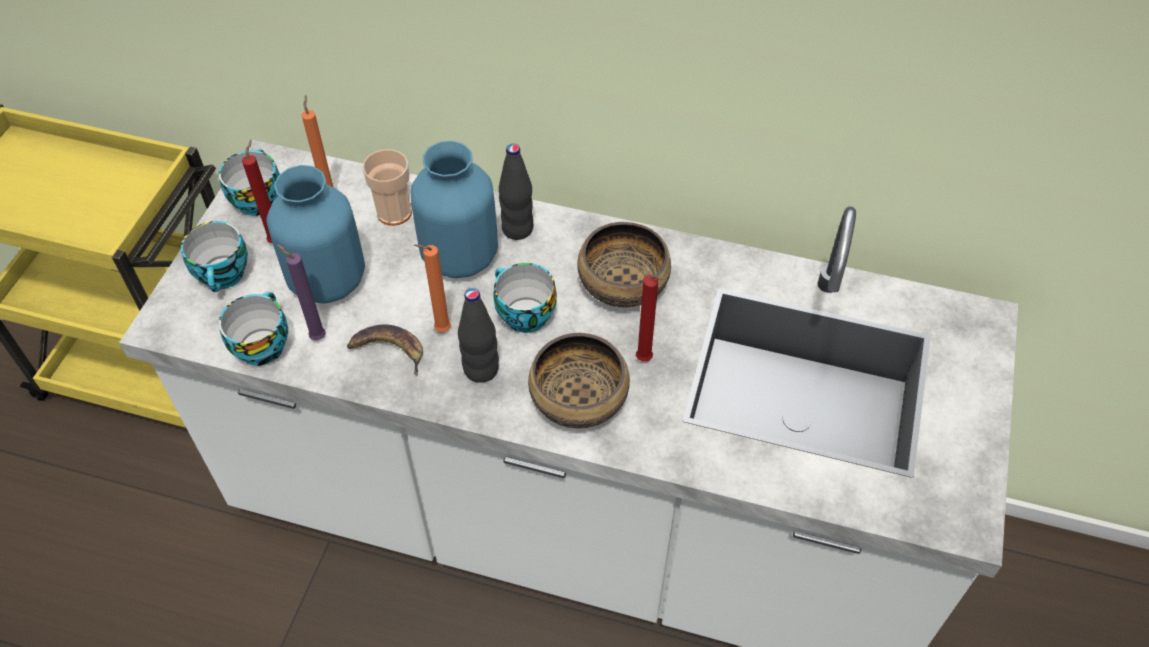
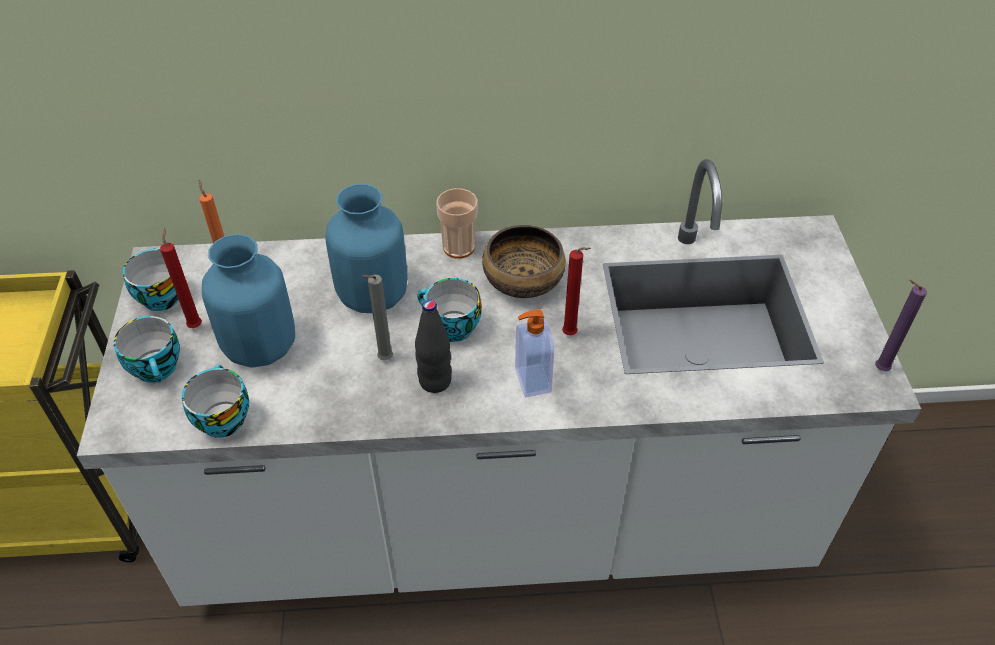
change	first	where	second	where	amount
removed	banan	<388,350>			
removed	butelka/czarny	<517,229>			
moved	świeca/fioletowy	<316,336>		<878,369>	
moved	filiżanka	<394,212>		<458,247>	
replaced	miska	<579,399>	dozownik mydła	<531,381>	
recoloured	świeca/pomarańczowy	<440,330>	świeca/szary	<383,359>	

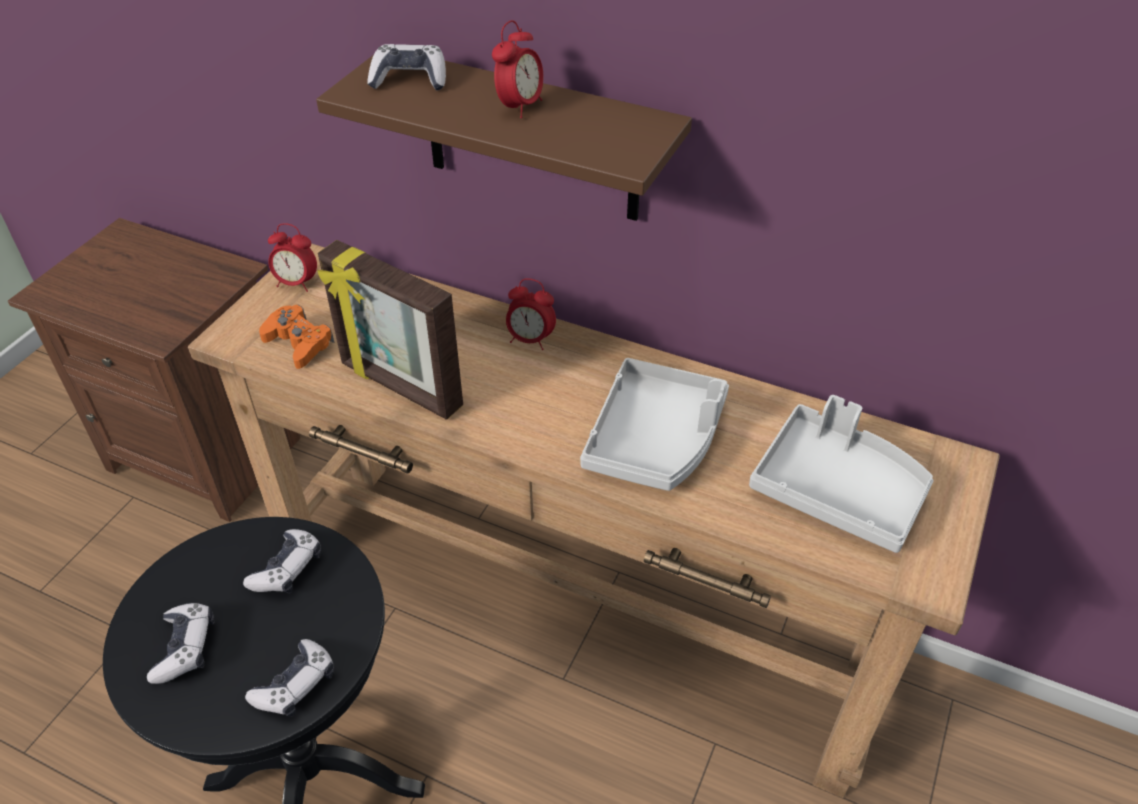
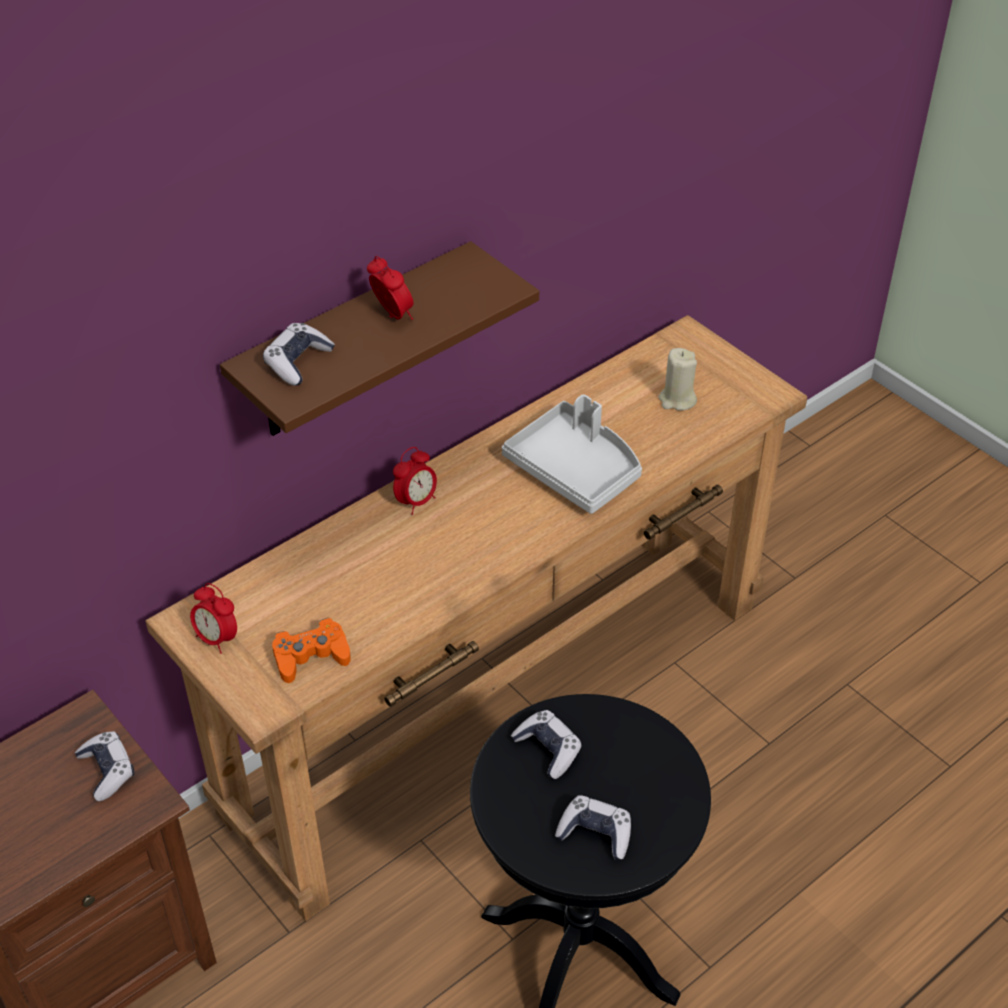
change	first	where	second	where	amount
removed	ramka na zdjęcie	<399,387>			
moved	pad do gier	<295,685>		<107,770>	
replaced	taca/szary	<838,490>	świeca/beżowy	<677,400>	
turned	budzik	<297,283>		<217,639>	90 degrees clockwise

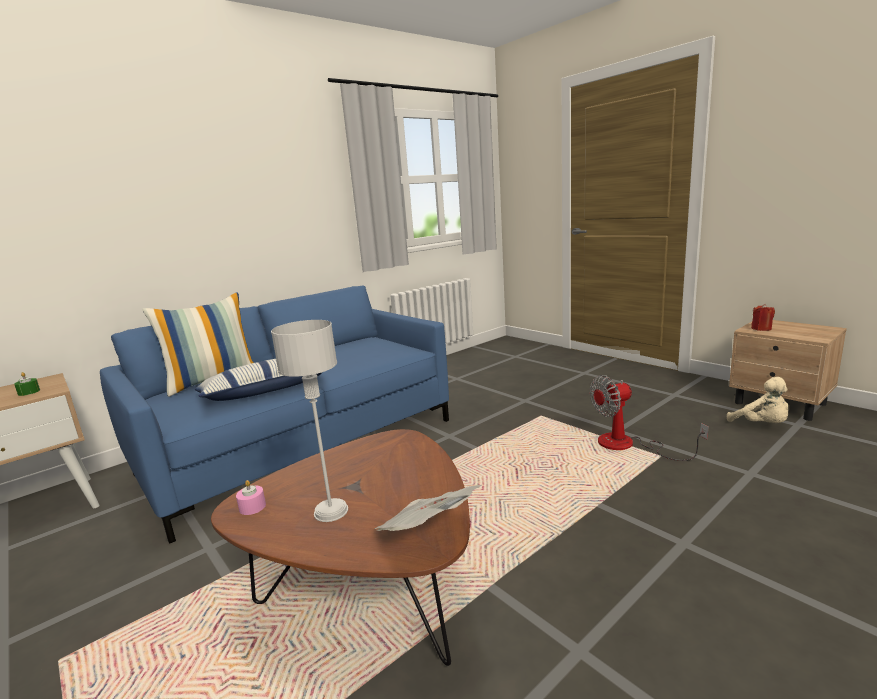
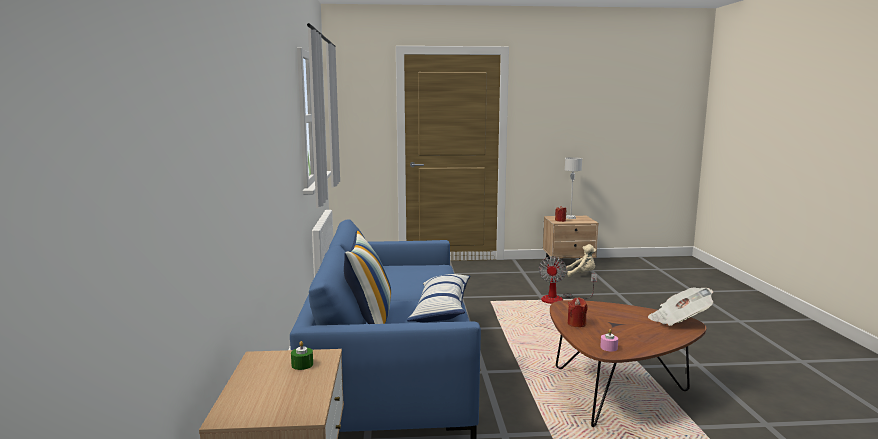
change	first	where	second	where	amount
added			świeca/czerwony	<576,324>	
moved	lampa stołowa/szary	<330,511>		<570,217>	

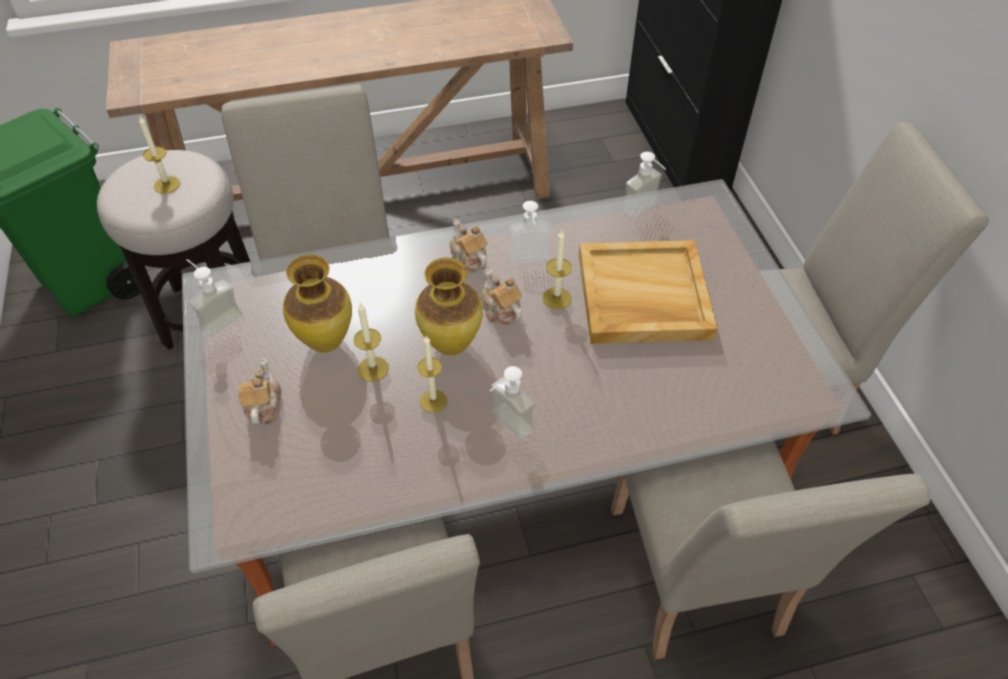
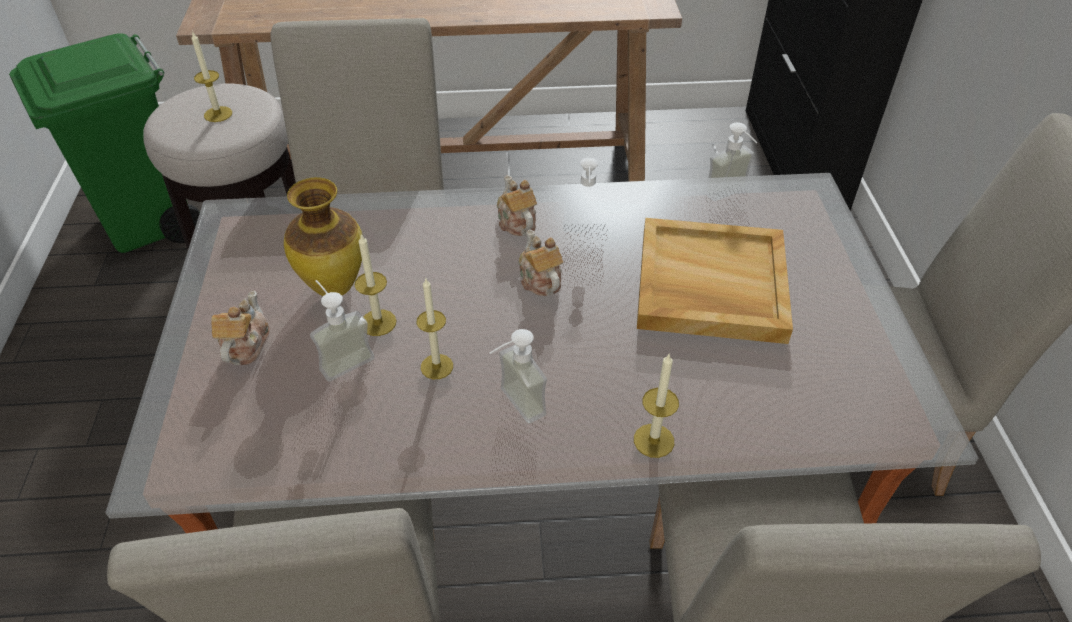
change	first	where	second	where	amount
removed	wazon	<451,346>			
moved	dozownik mydła	<216,318>		<342,357>	
moved	świeca	<556,298>		<653,440>	

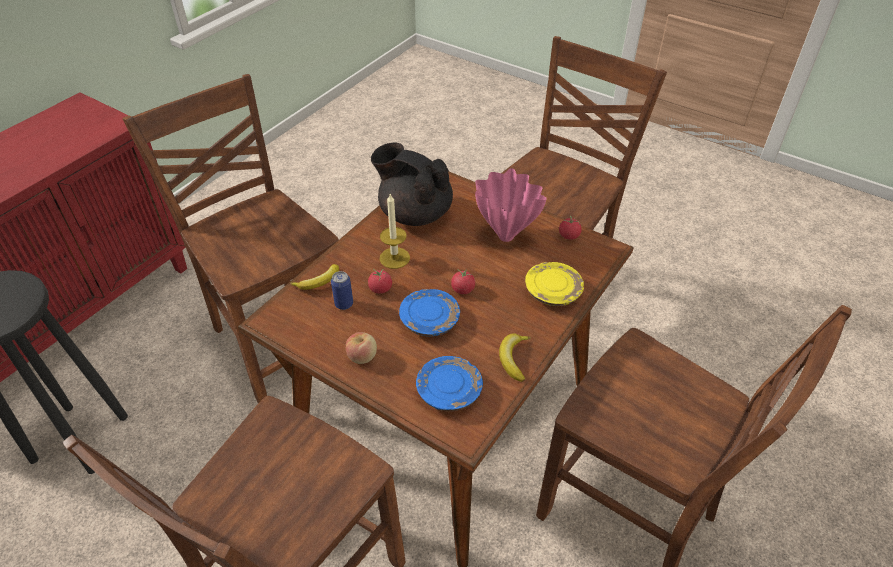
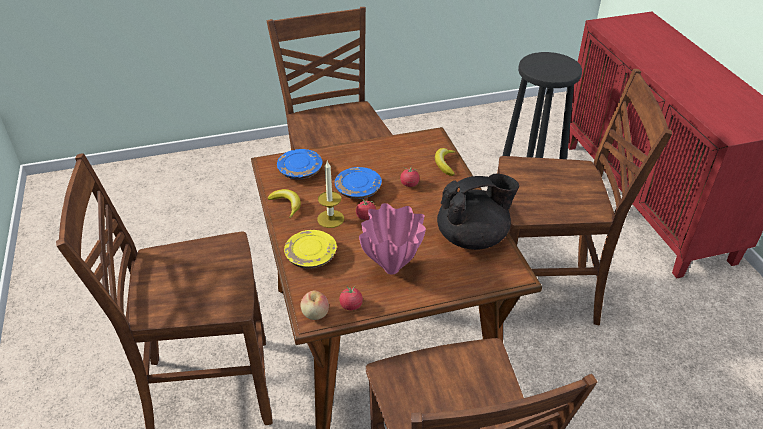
change	first	where	second	where	amount
removed	puszka	<344,304>			
moved	jabłko	<362,356>		<315,314>	
moved	świeca	<394,258>		<330,219>	

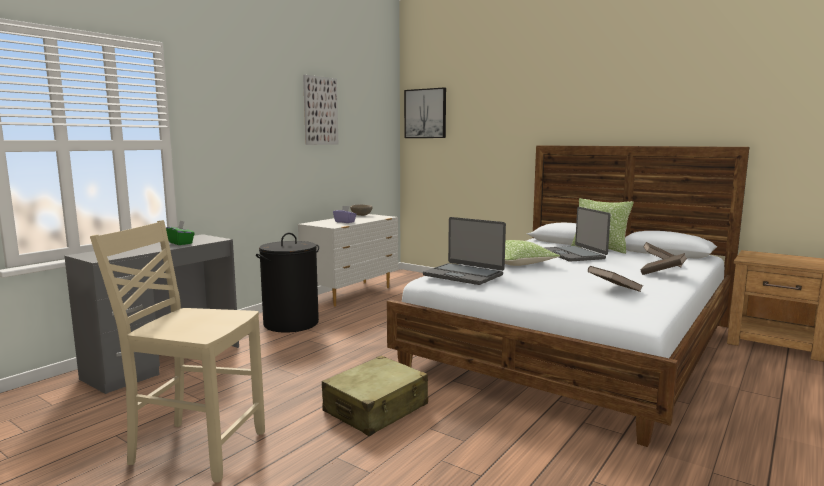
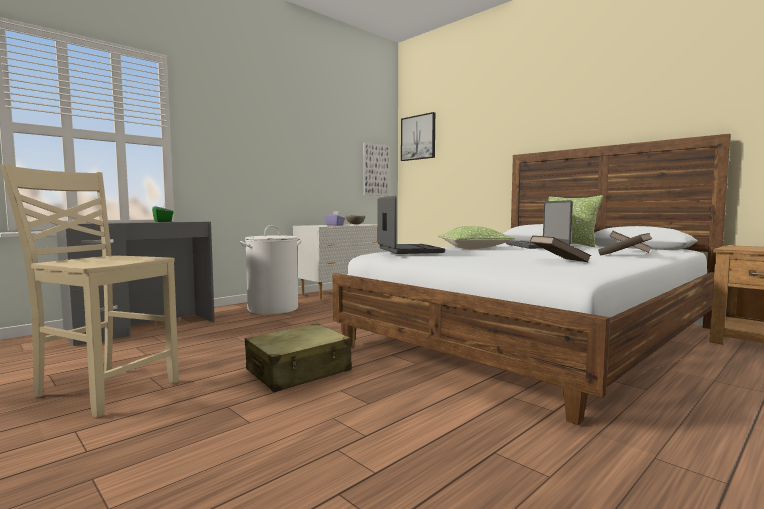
change	first	where	second	where	amount
moved	obraz	<320,111>		<375,170>	
recoloured	kosz na pranie/czarny	<291,323>	kosz na pranie/biały	<273,309>	
turned	laptop	<464,275>		<408,250>	150 degrees counterclockwise

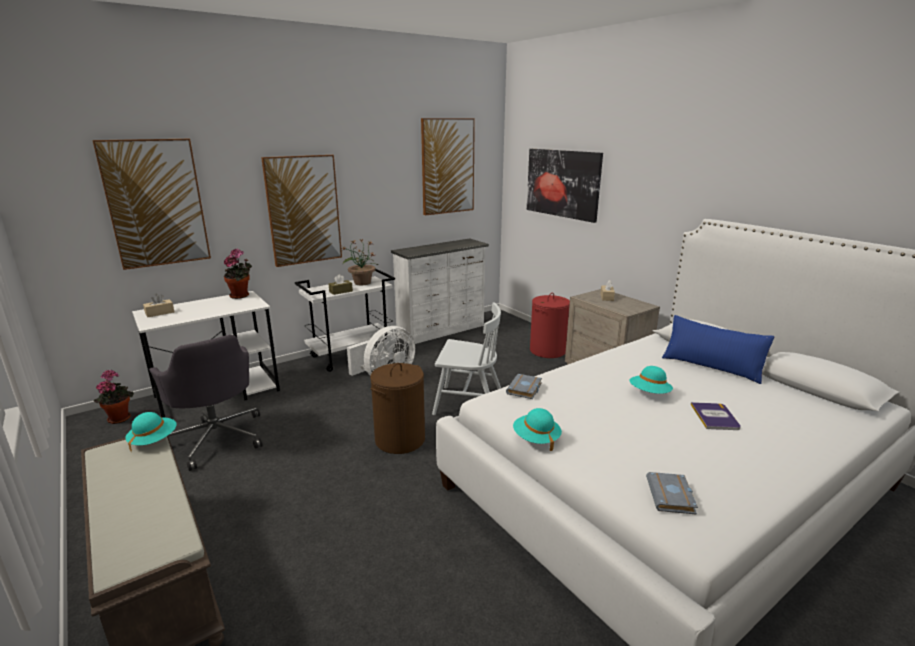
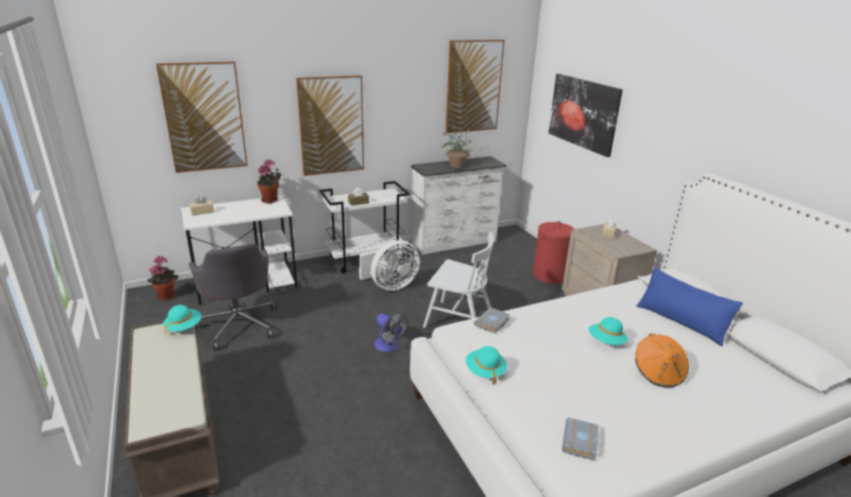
change	first	where	second	where	amount
moved	roślina doniczkowa	<362,283>		<456,165>	
replaced	kosz na pranie/brązowy	<400,439>	wentylator	<389,346>	
replaced	książka	<715,417>	kapelusz/pomarańczowy	<658,373>	

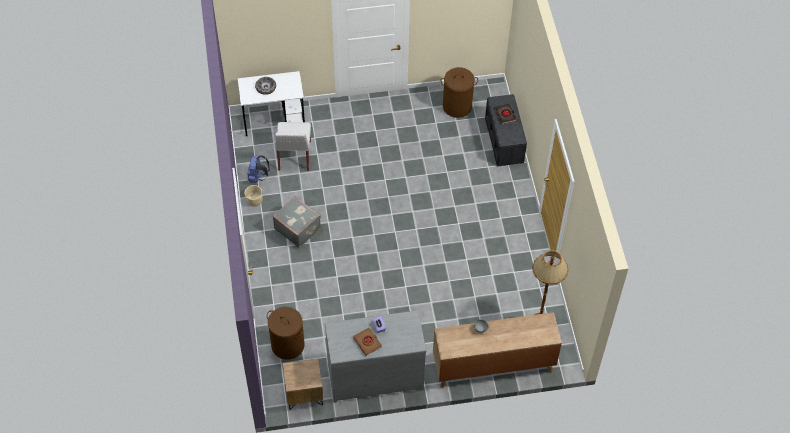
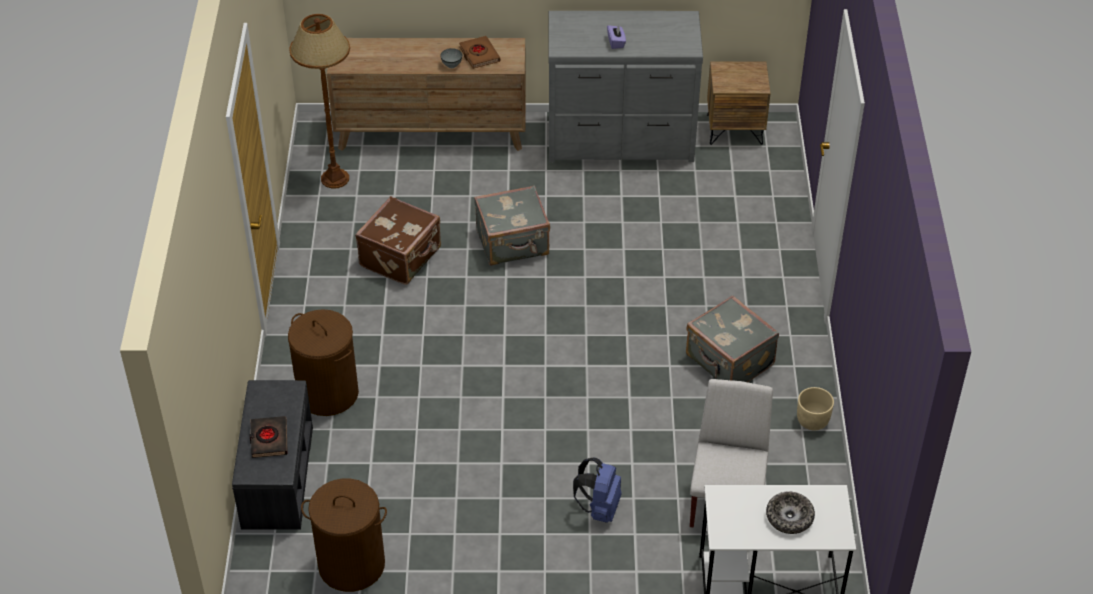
change	first	where	second	where	amount
added			walizka/brązowy	<402,257>	
added			walizka/szary	<513,243>	
moved	plecak/niebieski	<257,177>		<599,508>	
moved	kosz na pranie/brązowy	<287,345>		<328,393>	
moved	książka/brązowy	<367,342>		<479,55>	

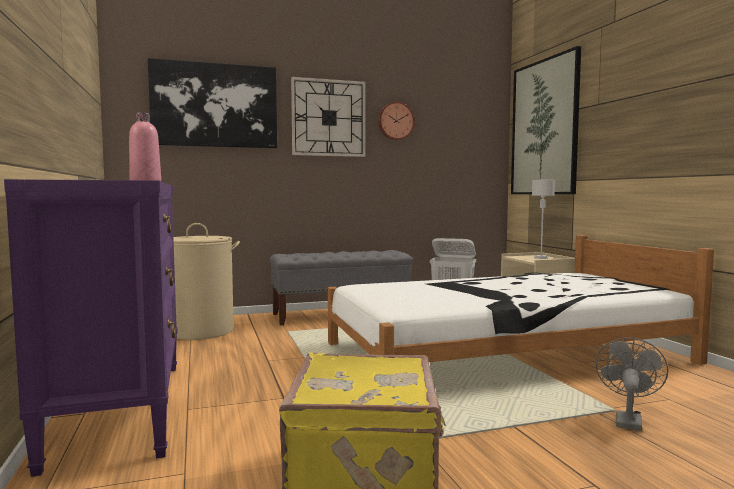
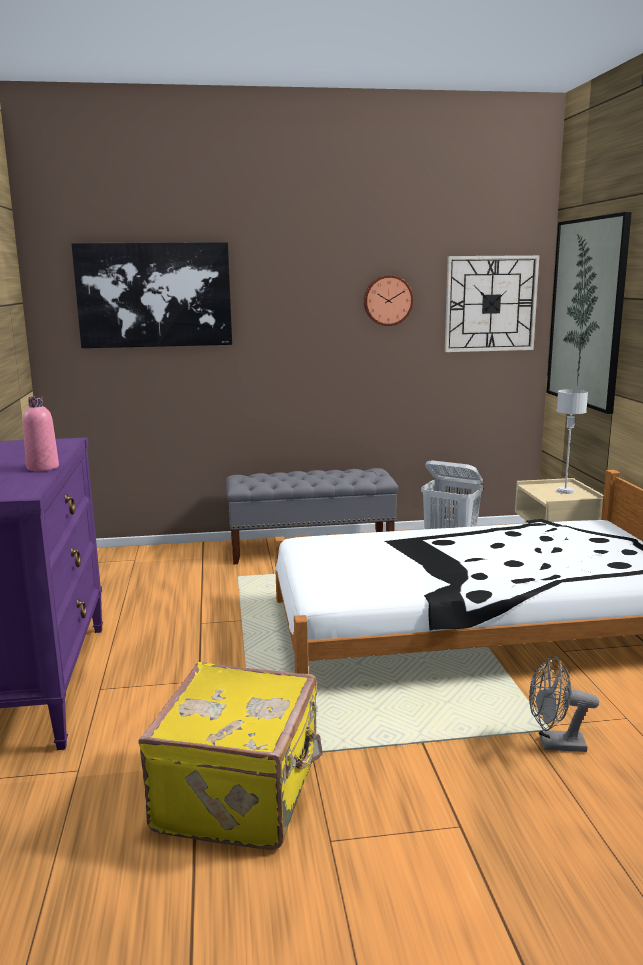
change	first	where	second	where	amount
removed	kosz na pranie/beżowy	<201,331>			
moved	zegar ścienny	<328,118>		<490,304>	
turned	wentylator/szary	<627,420>		<554,744>	120 degrees counterclockwise

